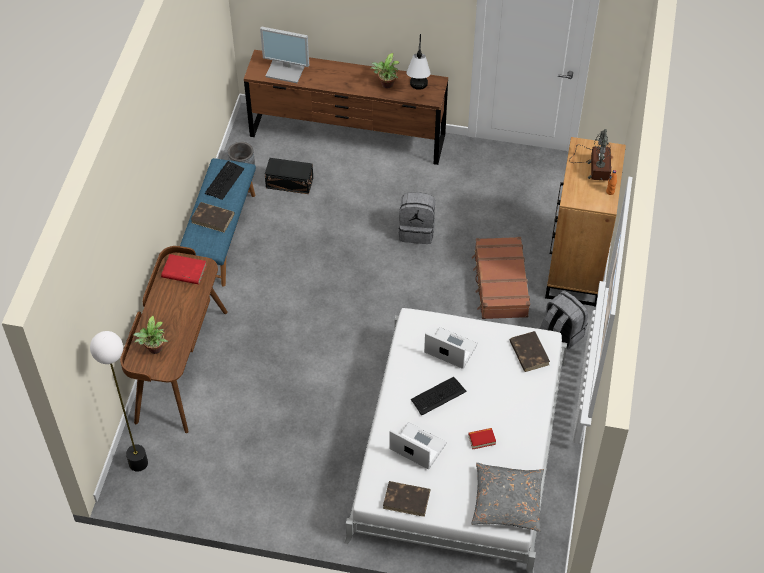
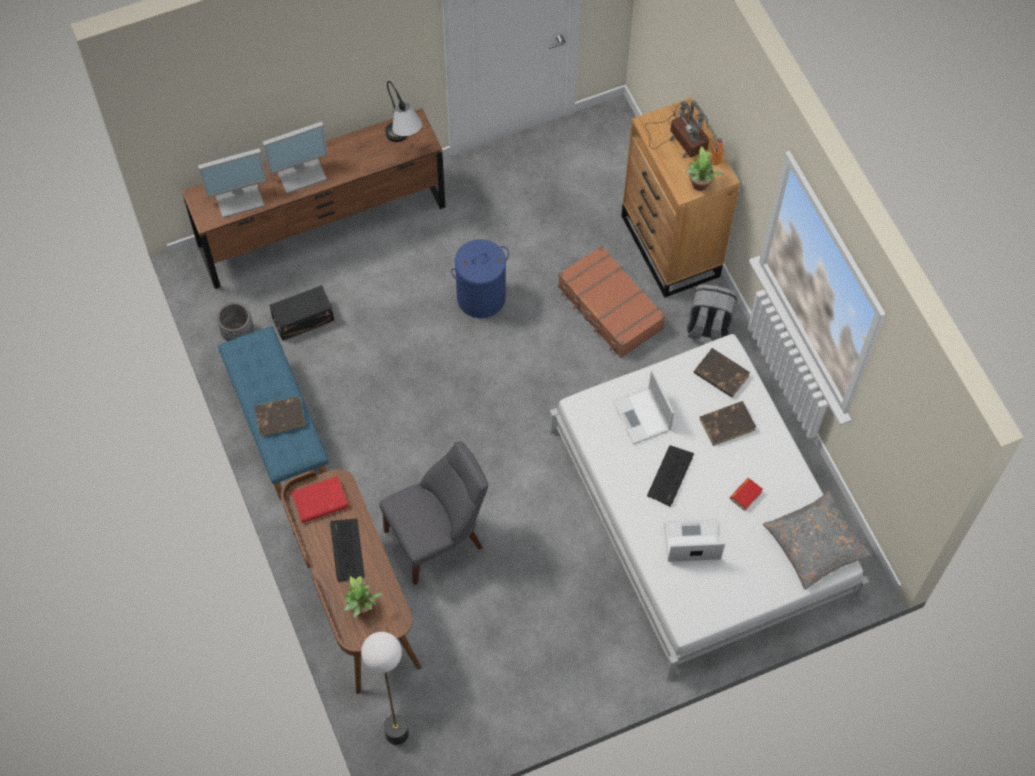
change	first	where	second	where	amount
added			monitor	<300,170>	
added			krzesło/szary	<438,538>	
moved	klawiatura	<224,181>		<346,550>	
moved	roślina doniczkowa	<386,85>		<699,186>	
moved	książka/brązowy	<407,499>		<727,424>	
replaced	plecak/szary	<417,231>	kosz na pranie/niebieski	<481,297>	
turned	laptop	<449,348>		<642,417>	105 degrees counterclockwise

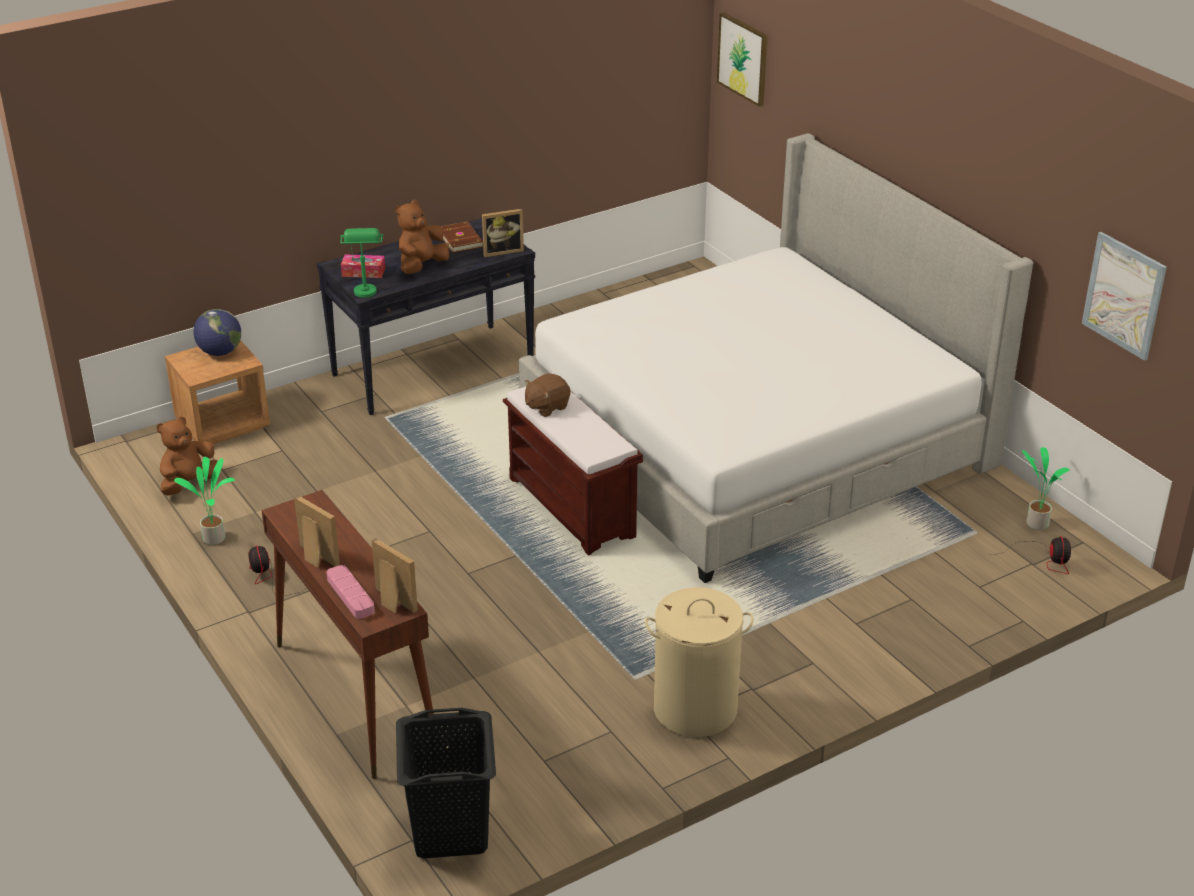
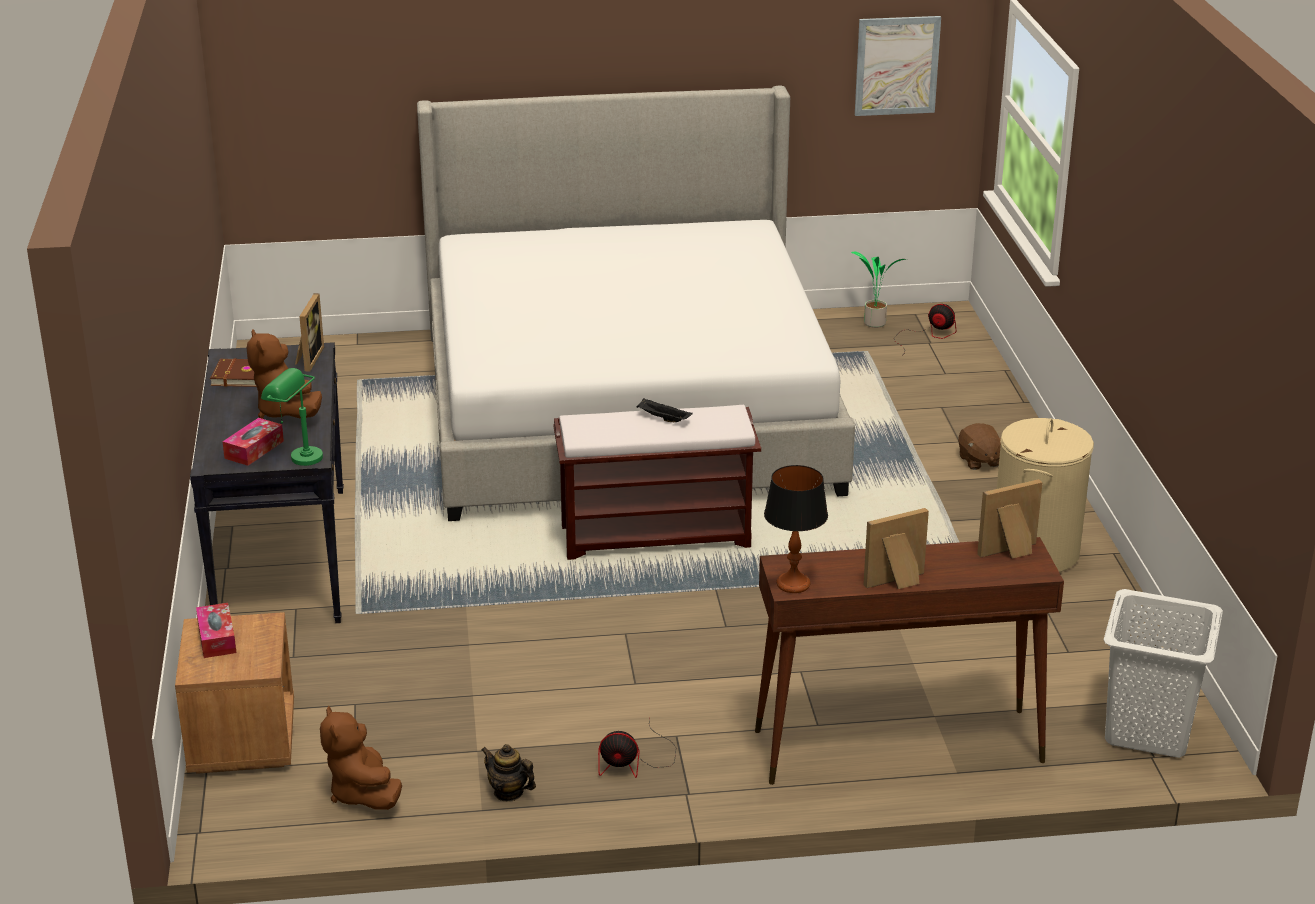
change	first	where	second	where	amount
removed	taca/różowy	<350,595>			
removed	obraz	<743,58>			
added			taca/czarny	<663,419>	
added			lampa stołowa	<792,584>	
moved	pluszak/brązowy	<546,407>		<979,461>	
replaced	roślina doniczkowa	<215,538>	imbryk	<508,792>	
replaced	globus	<220,352>	pudełko chusteczek	<217,638>	
recoloured	kosz na pranie/czarny	<450,832>	kosz na pranie/biały	<1149,731>	

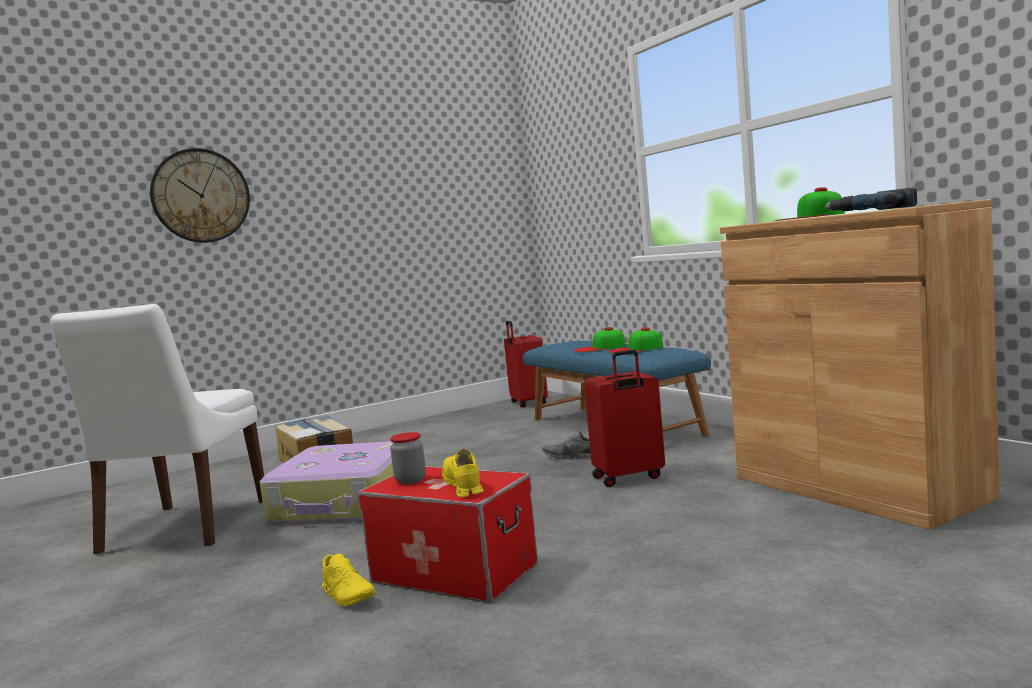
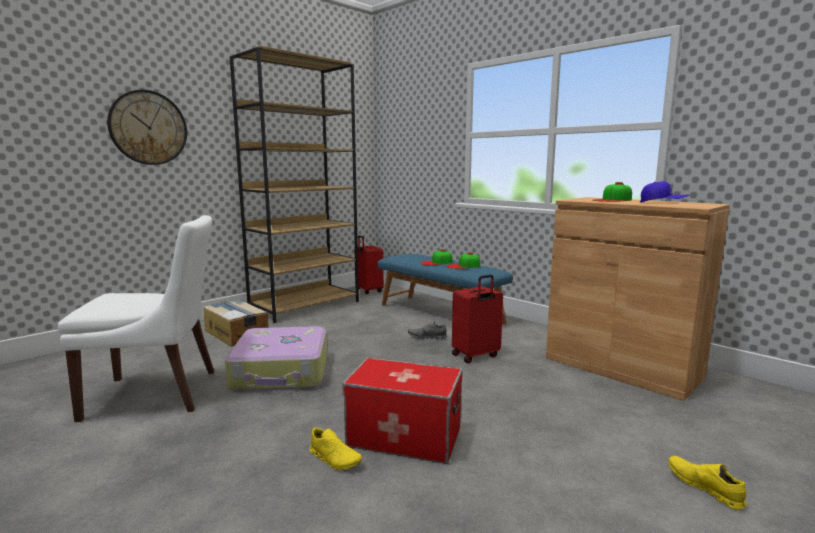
change	first	where	second	where	amount
removed	słoik	<410,480>			
added			regał/brązowy	<305,306>	
moved	but/żółty	<463,485>		<704,487>	
replaced	wiertarka	<874,210>	czapka z daszkiem/niebieski	<663,203>	
turned	krzesło/biały	<183,528>		<157,394>	90 degrees counterclockwise

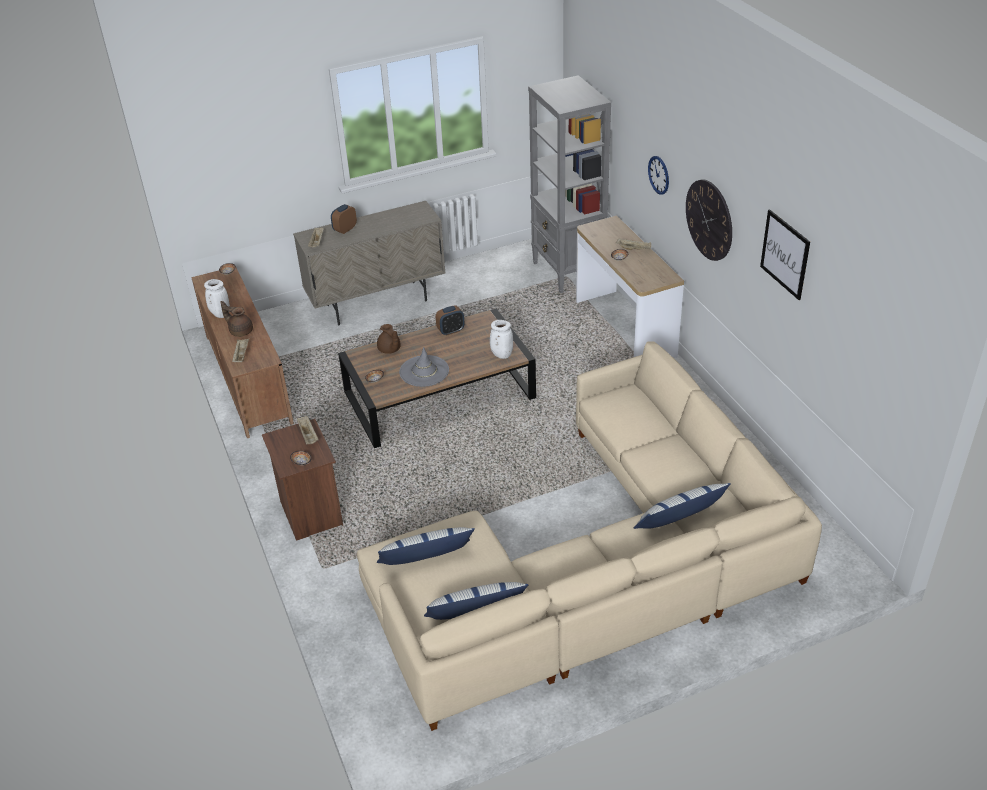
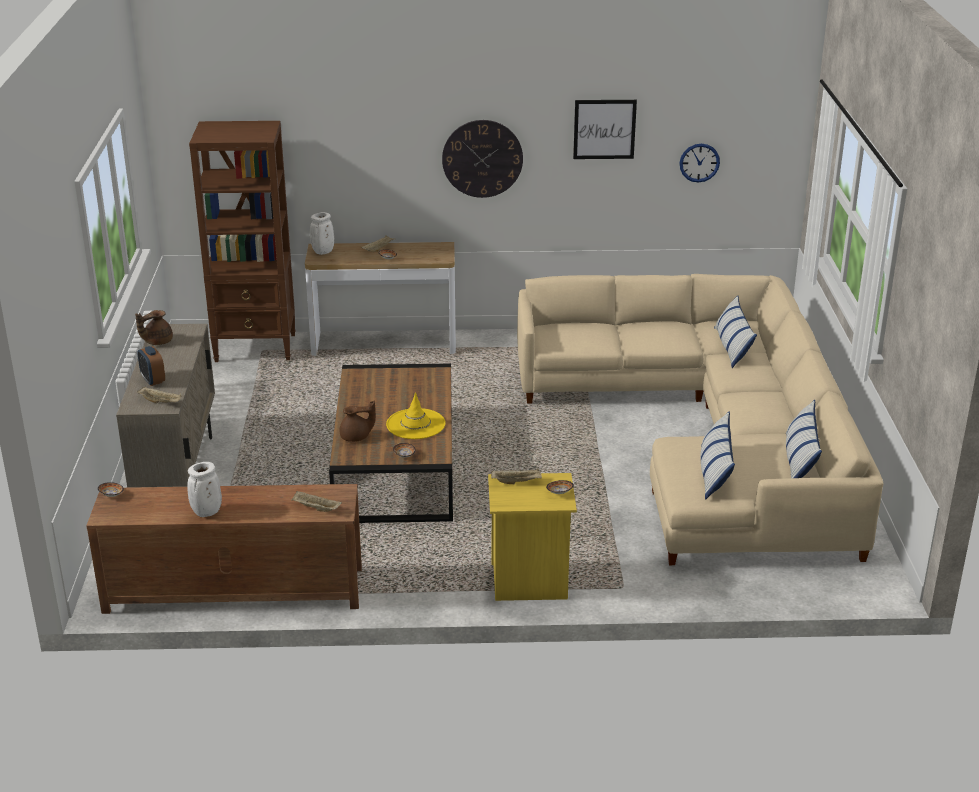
change	first	where	second	where	amount
removed	budzik	<451,331>			
moved	imbryk/brązowy	<240,331>		<157,341>	
moved	wazon/biały	<501,355>		<323,252>	
moved	zegar ścienny	<659,175>		<699,162>	
recoloured	szafka nocna/brązowy	<310,513>	szafka nocna/żółty	<530,583>	
recoloured	kapelusz/szary	<424,371>	kapelusz/żółty	<415,424>	
recoloured	regał/szary	<568,272>	regał/brązowy	<256,348>	

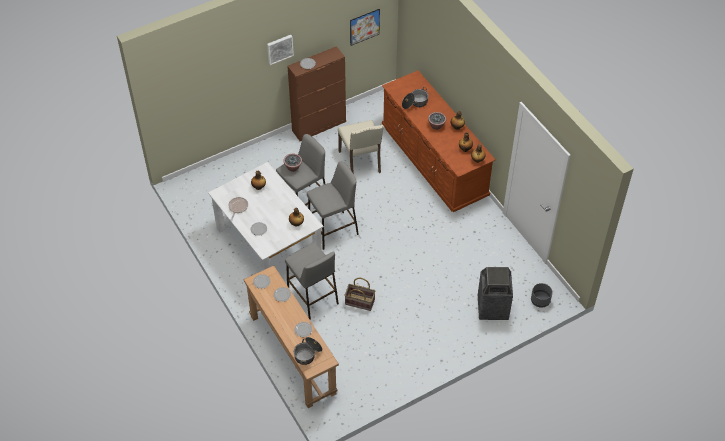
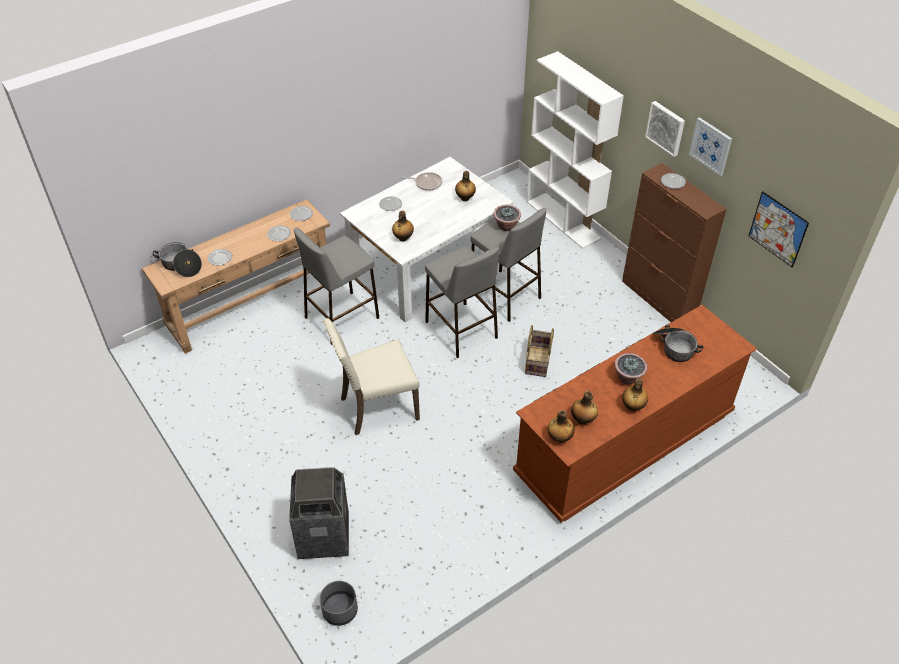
change	first	where	second	where	amount
added			regał/biały	<563,220>	
added			obraz	<711,146>	
moved	krzesło/beżowy	<361,162>		<377,407>	
moved	koszyk	<360,301>		<538,361>	

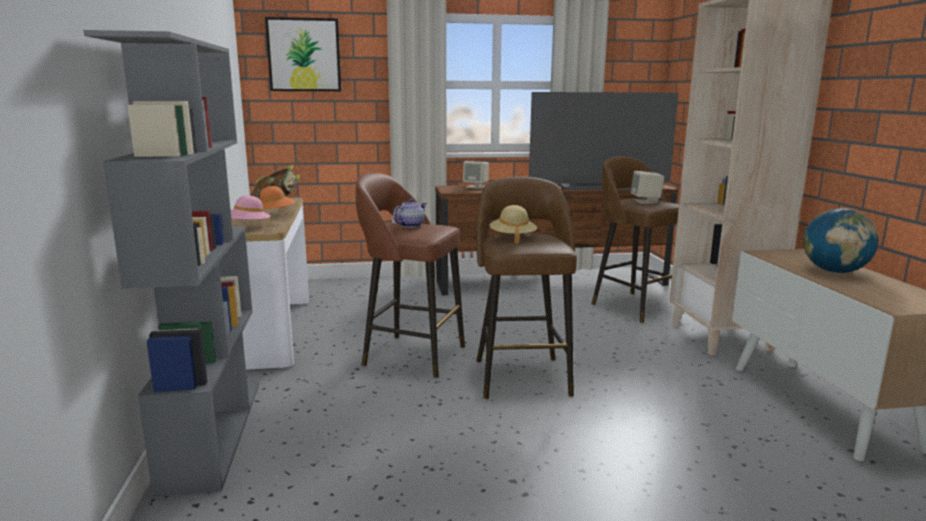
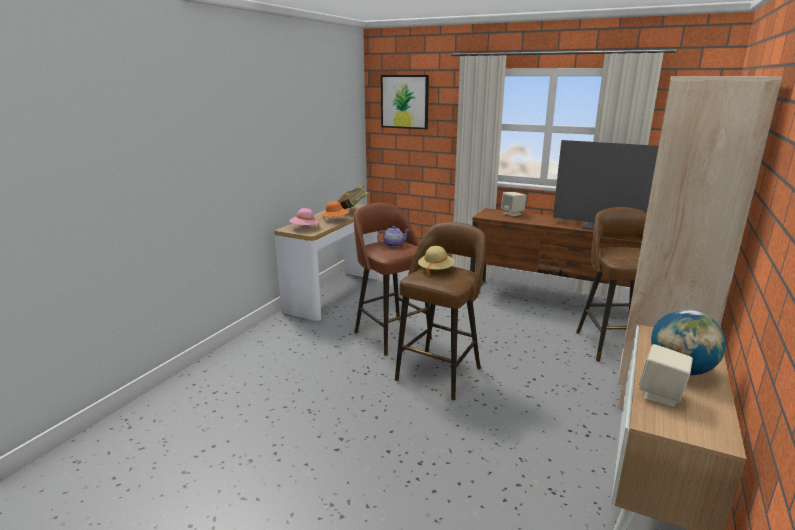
change	first	where	second	where	amount
removed	regał/szary	<213,431>			
moved	głośnik/beżowy	<646,201>		<661,395>	

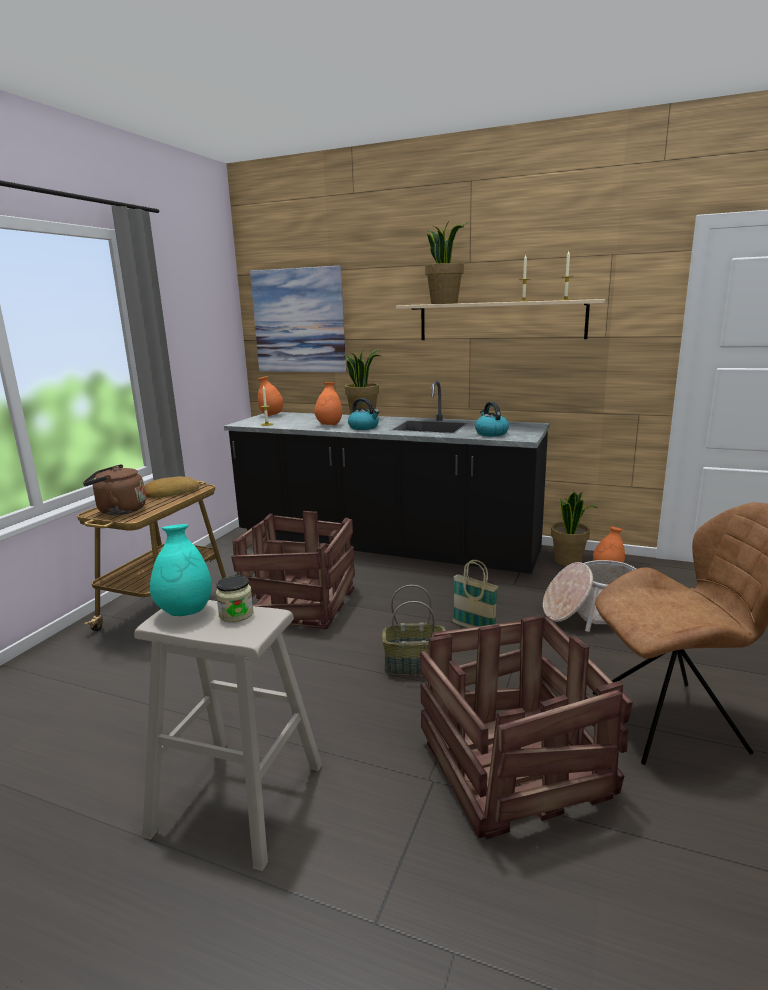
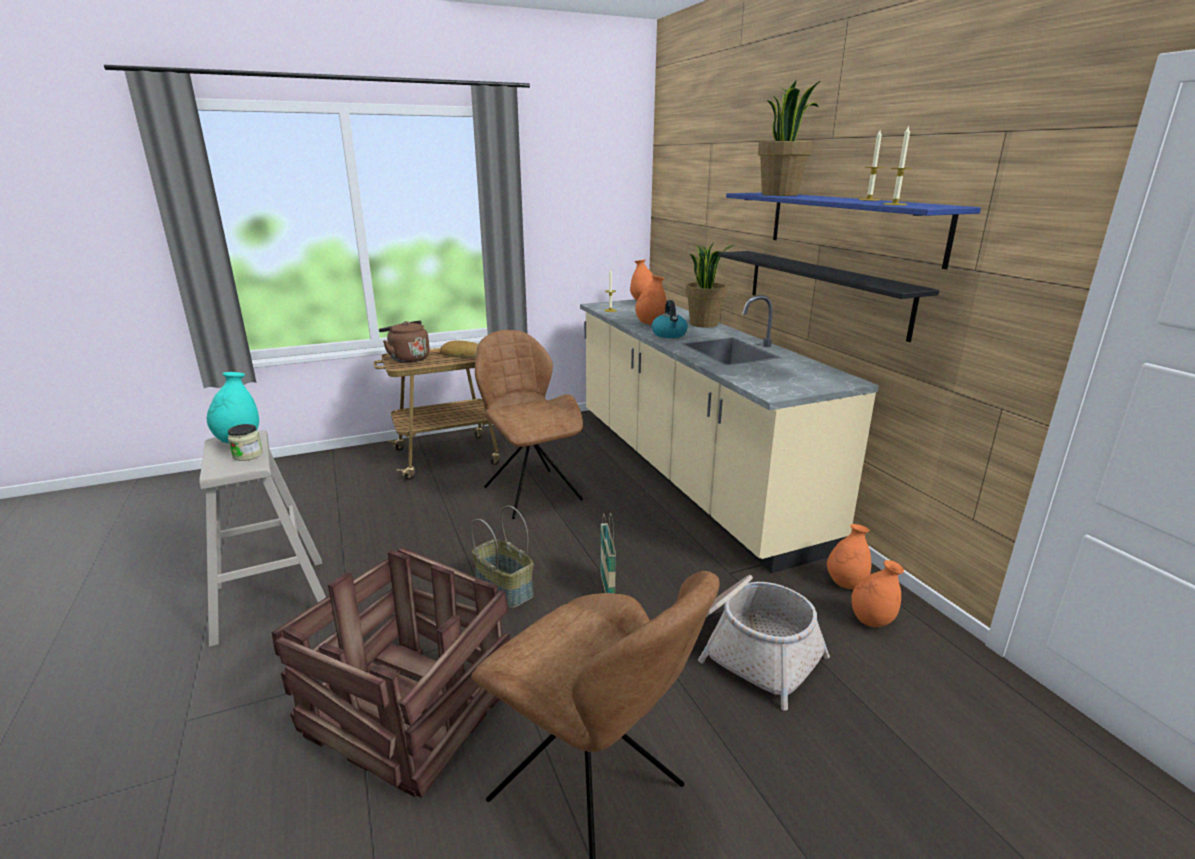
change	first	where	second	where	amount
removed	obraz	<299,321>			
removed	czajnik	<491,433>			
added			półka/czarny	<823,291>	
replaced	skrzynka	<300,602>	krzesło/brązowy	<531,492>	
replaced	roślina doniczkowa	<568,561>	wazon/pomarańczowy	<845,583>	
recoloured	zabudowa kuchenna/czarny	<385,544>	zabudowa kuchenna/beżowy	<688,474>	
recoloured	półka/beżowy	<501,321>	półka/niebieski	<851,225>	

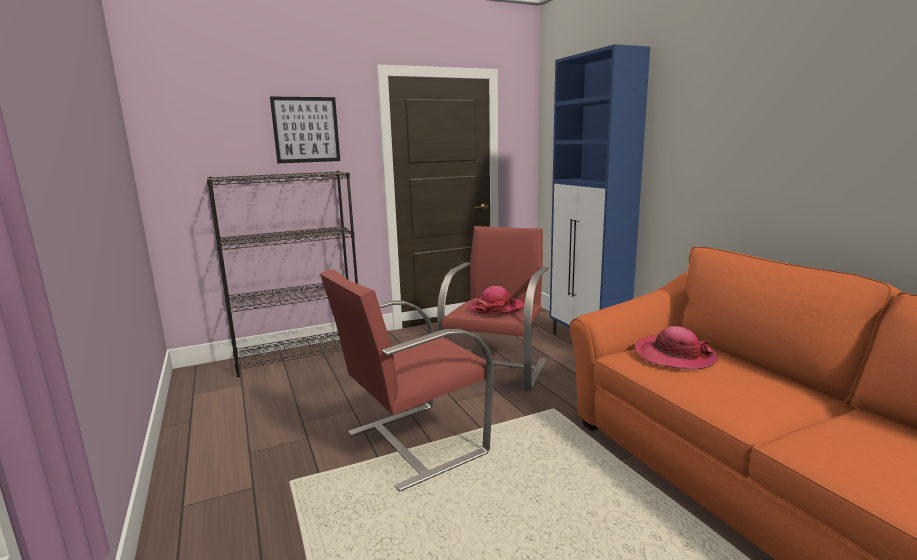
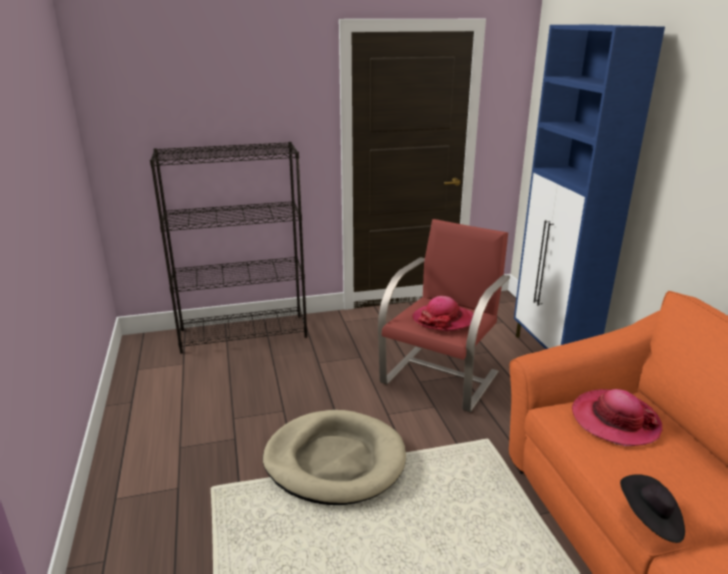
change	first	where	second	where	amount
removed	obraz	<306,130>			
added			kapelusz/czarny	<650,520>	
replaced	fotel/czerwony	<414,443>	legowisko/beżowy	<335,460>	

